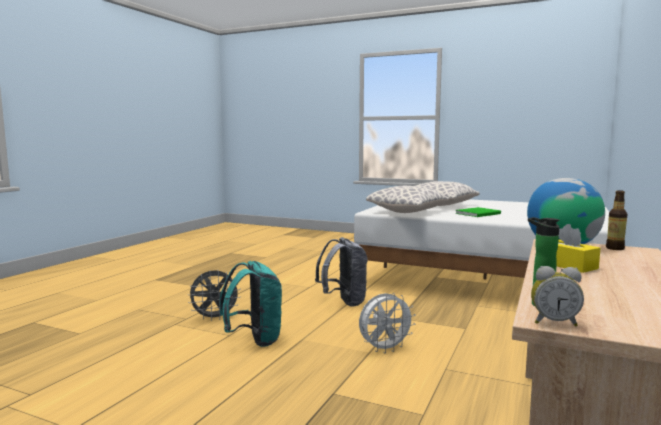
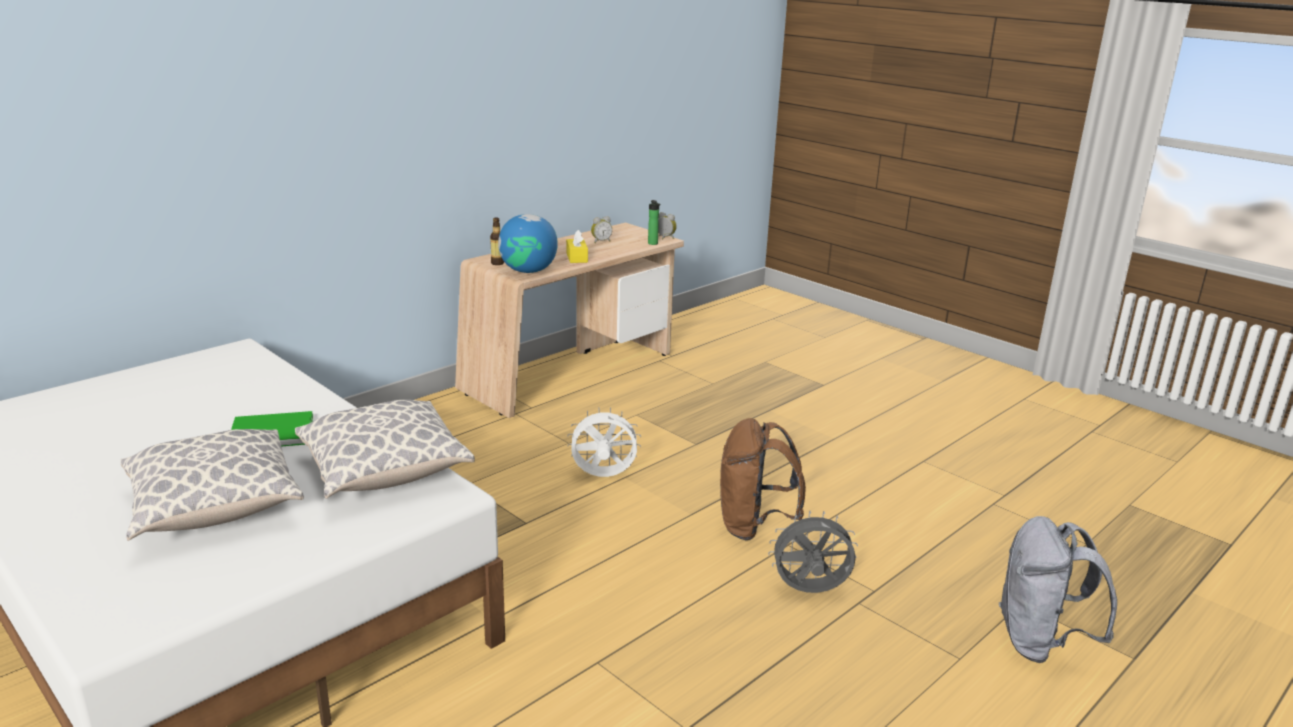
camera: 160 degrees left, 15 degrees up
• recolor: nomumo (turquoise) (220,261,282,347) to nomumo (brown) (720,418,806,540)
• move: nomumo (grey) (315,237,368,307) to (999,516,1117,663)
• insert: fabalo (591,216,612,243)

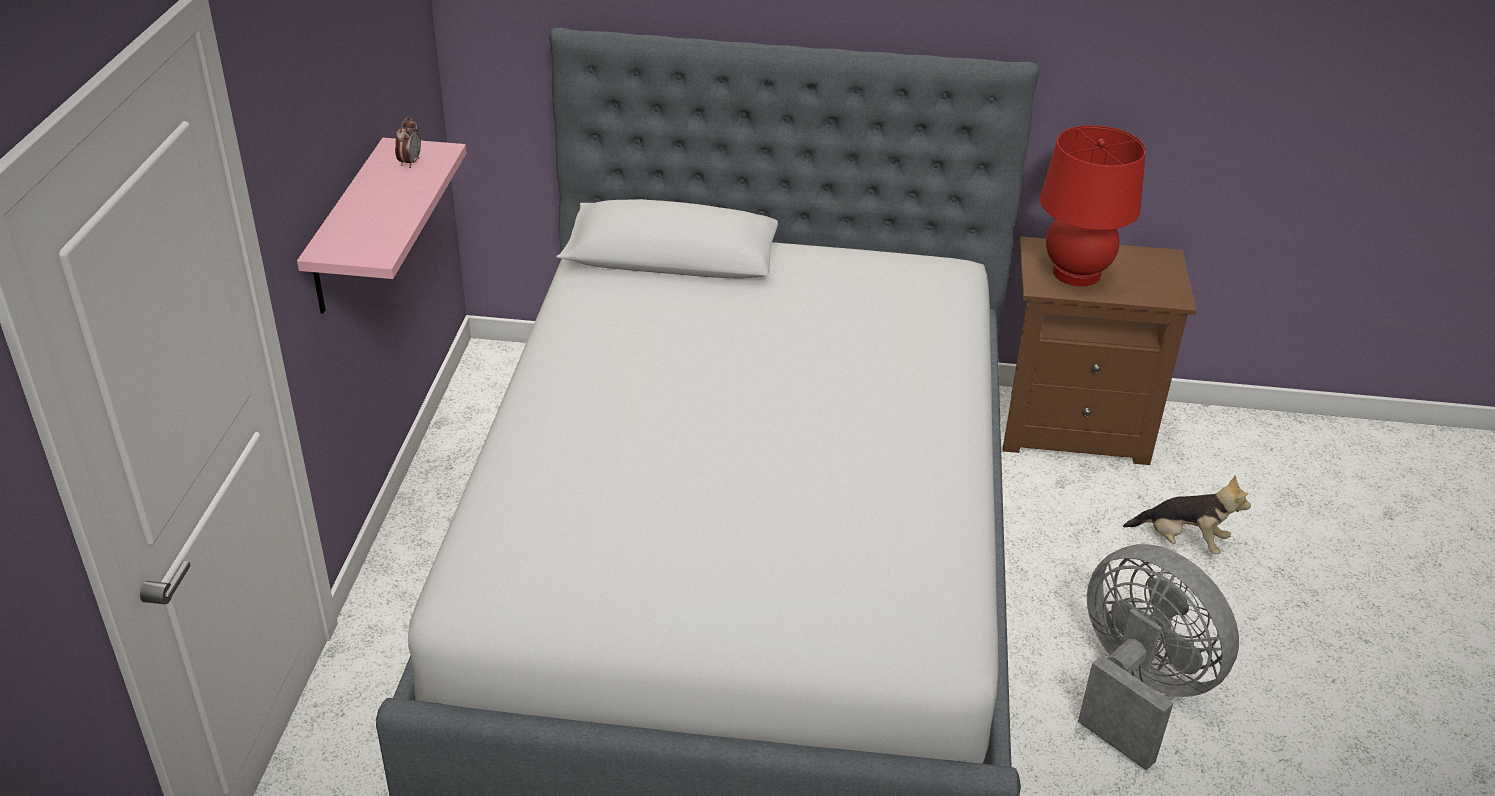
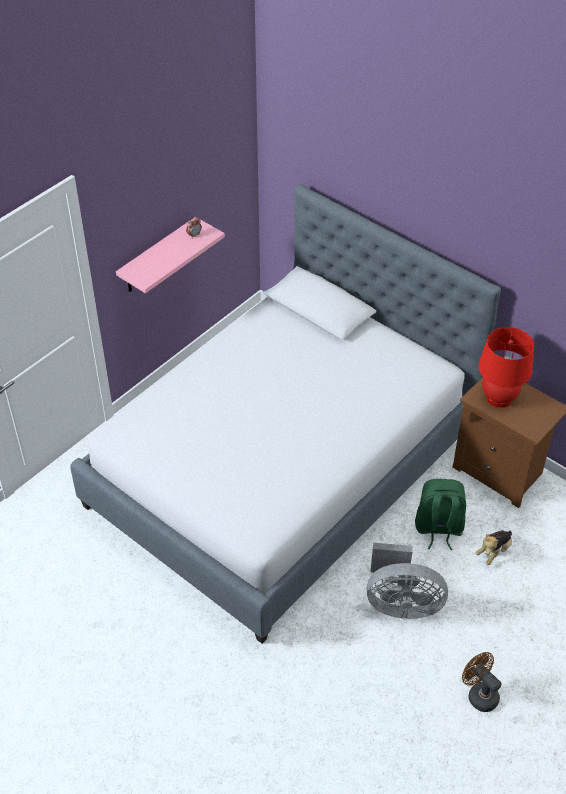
camera: 35 degrees right, 10 degrees up
• rotate: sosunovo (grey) (1078,544,1239,771) = (367,543,448,619) 105 degrees clockwise
• rotate: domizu (1123,475,1251,555) = (475,530,512,565) 75 degrees clockwise
• insert: nomumo (green) (415,479,466,550)
• insert: sosunovo (brown) (462,652,502,712)

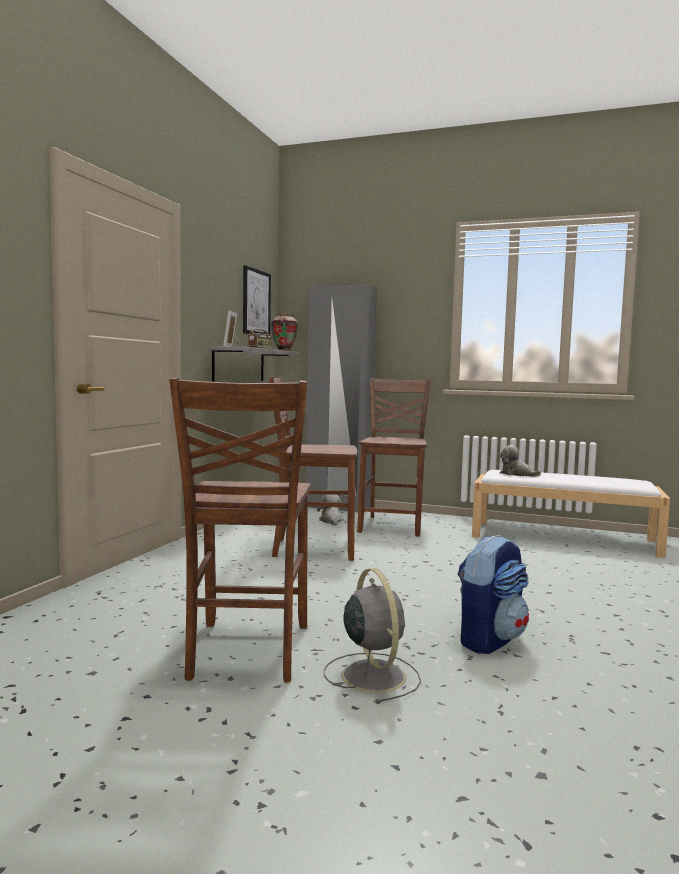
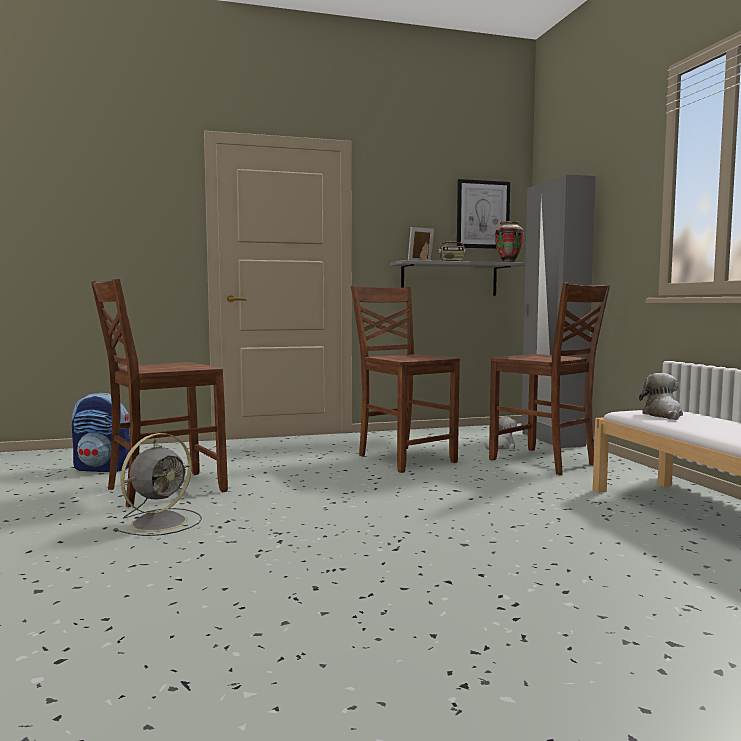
camera: 55 degrees right, 0 degrees up
• rotate: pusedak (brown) (357,378,431,537) = (489,283,610,475) 75 degrees clockwise
• move: nomumo (458,535,529,654) to (72,393,130,472)

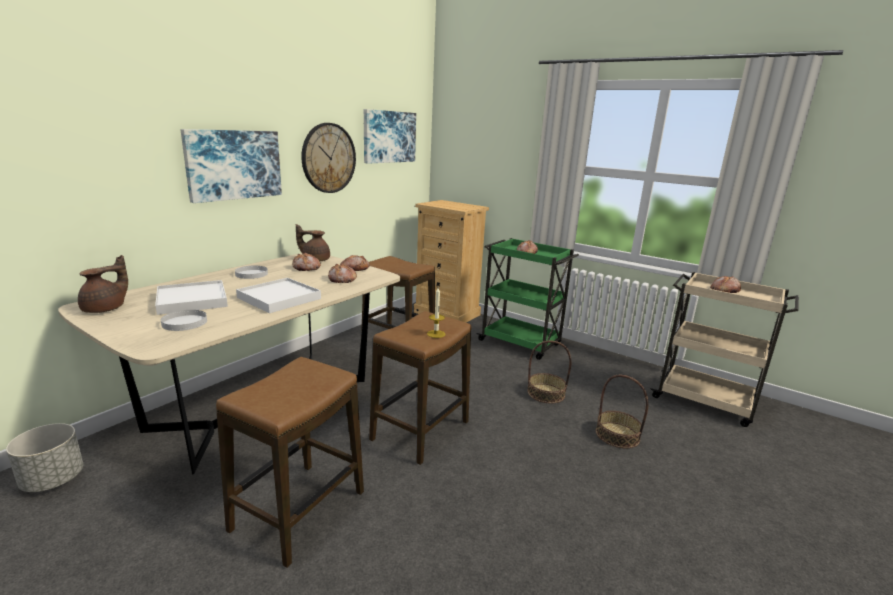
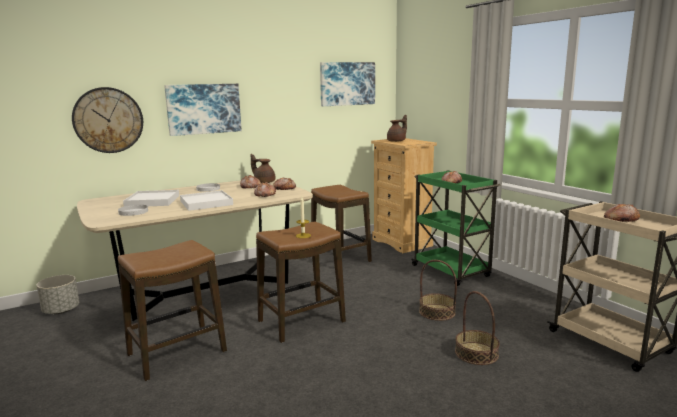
camera: 25 degrees right, 5 degrees down
• move: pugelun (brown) (78,255,128,313) to (387,115,407,142)
• move: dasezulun (301,123,356,193) to (72,87,143,153)

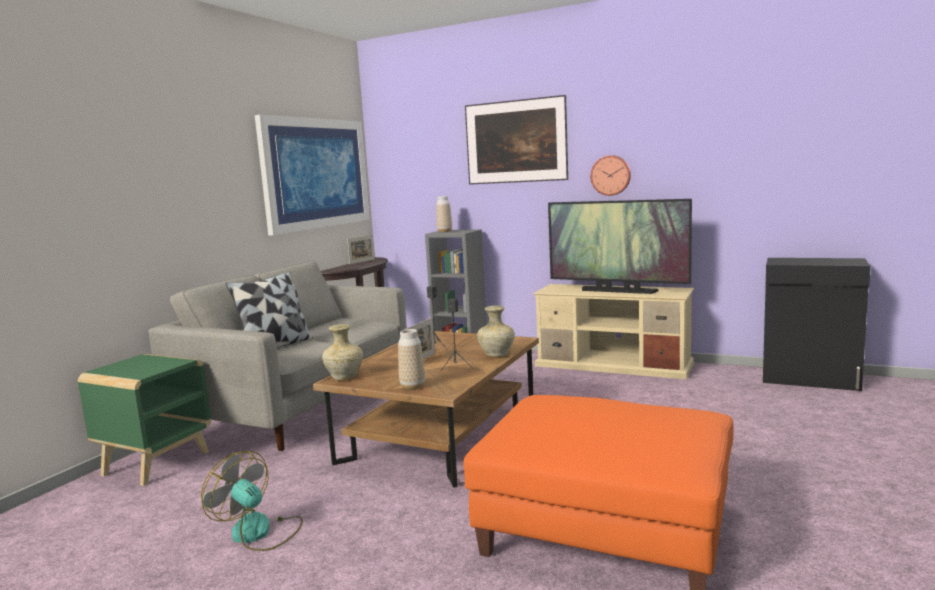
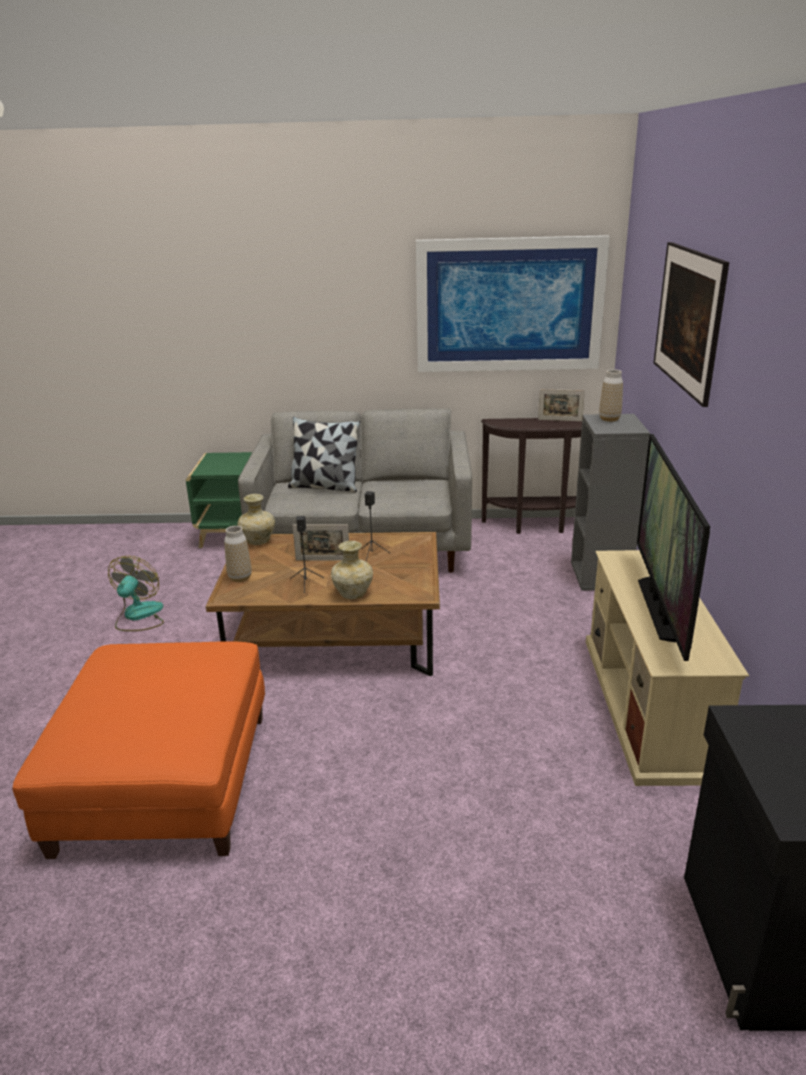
camera: 65 degrees right, 15 degrees up
• delete: dasezulun (590,155,631,196)

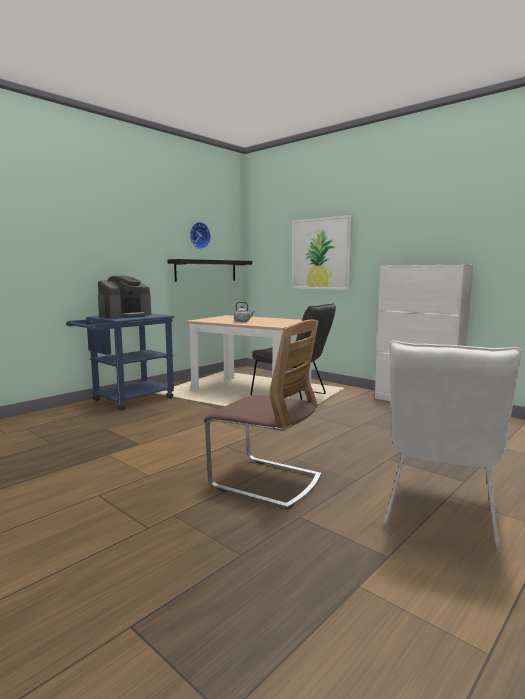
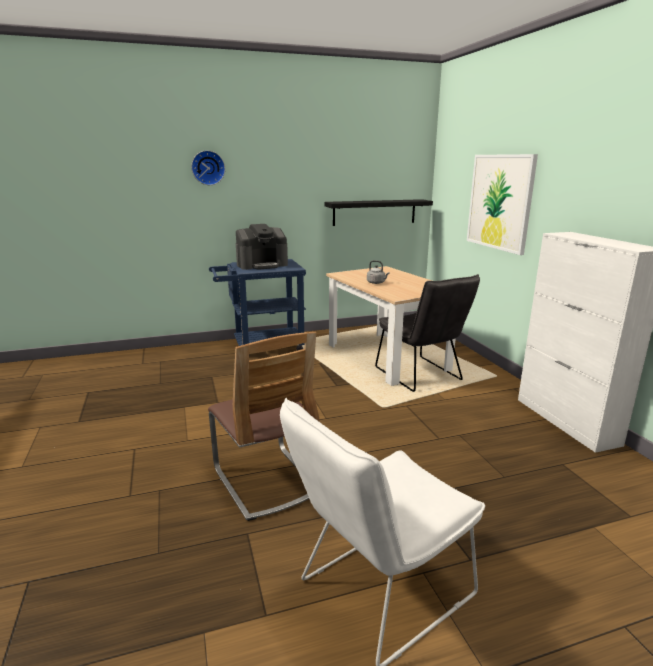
camera: 30 degrees right, 10 degrees up
• move: dasezulun (190,222,211,249) to (191,150,225,185)

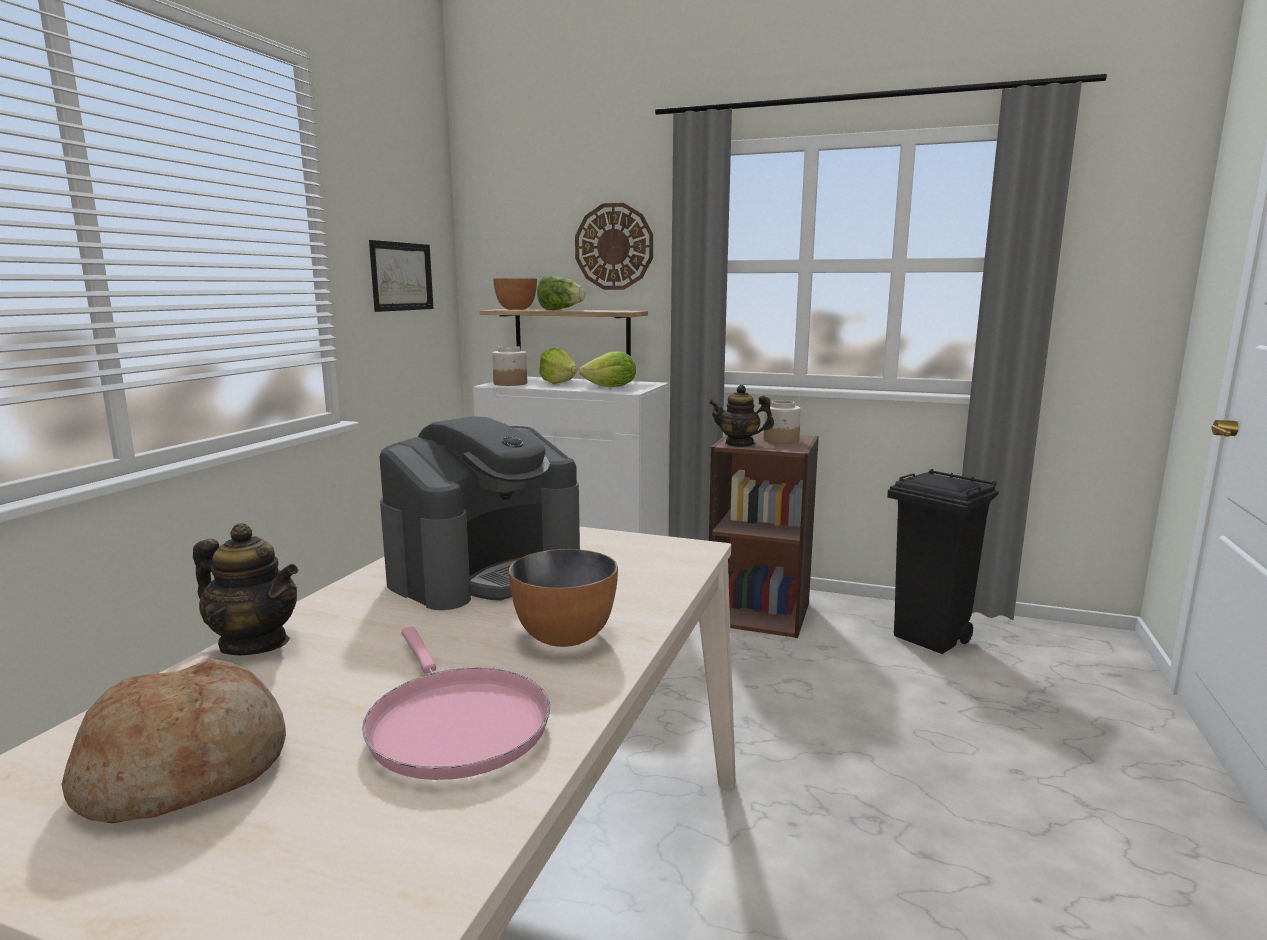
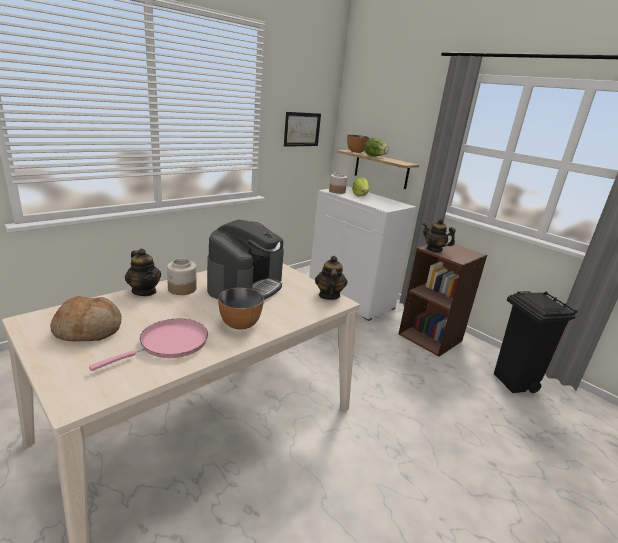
camera: 25 degrees right, 10 degrees up
• rotate: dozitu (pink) (362,627,550,780) = (89,319,208,371) 135 degrees counterclockwise
• rotate: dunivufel (379,416,580,610) = (207,220,284,300) 45 degrees counterclockwise
• delete: dasezulun (575,203,653,290)
• delete: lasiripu (579,351,636,387)
• move: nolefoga (763,400,801,444) to (167,258,197,295)
• insert: pugelun (315,256,348,300)

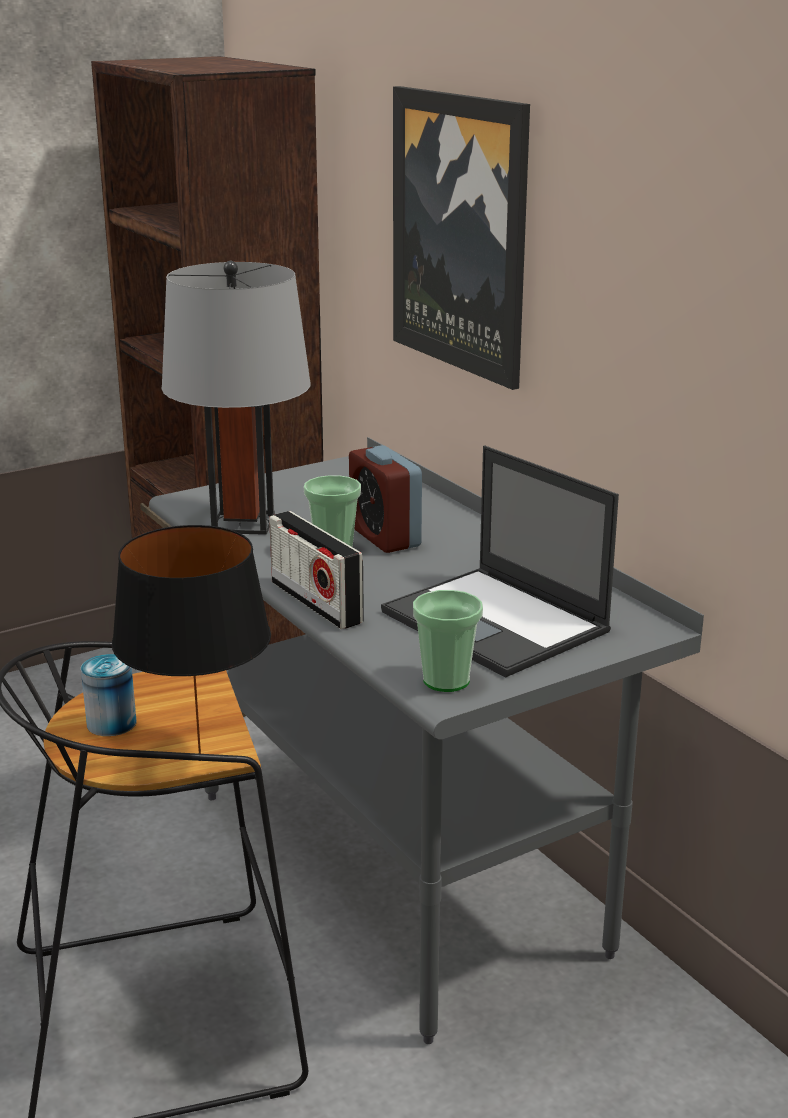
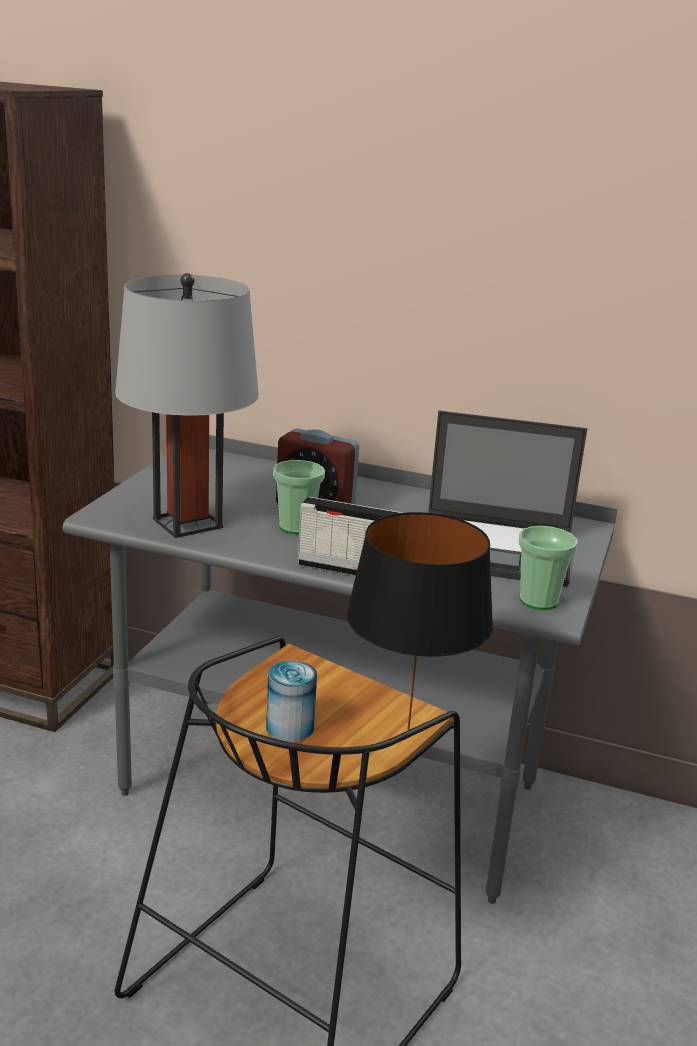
camera: 40 degrees left, 0 degrees up
• delete: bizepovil (393,86,530,390)

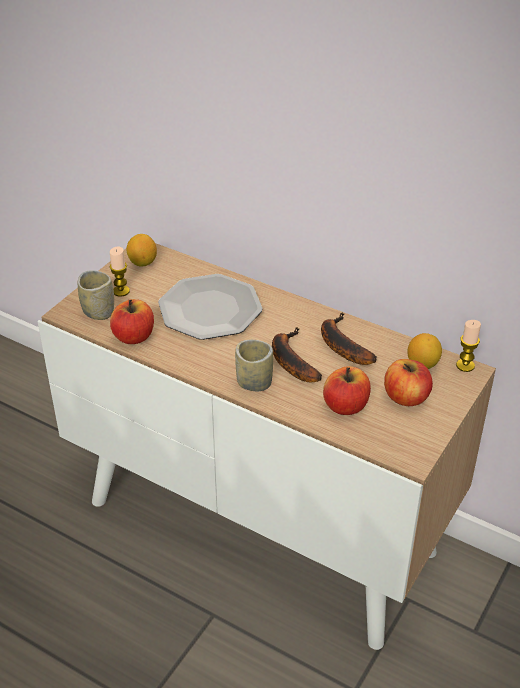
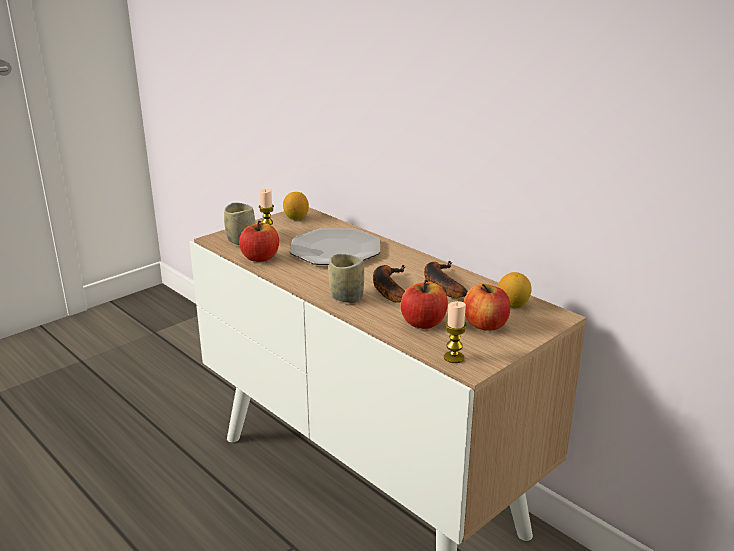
camera: 15 degrees right, 15 degrees down
• move: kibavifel (456,320,481,372) to (444,301,467,363)

